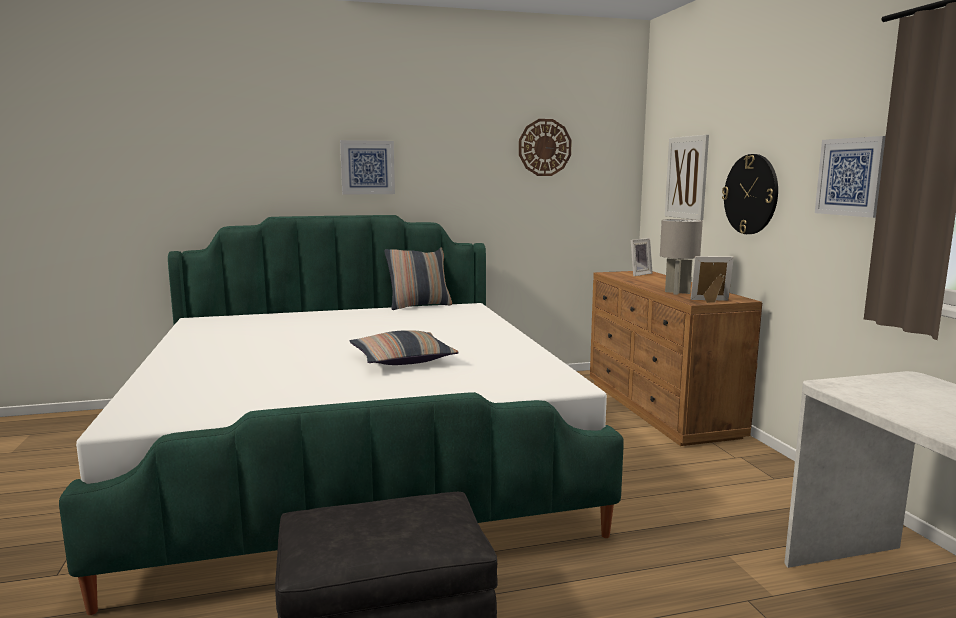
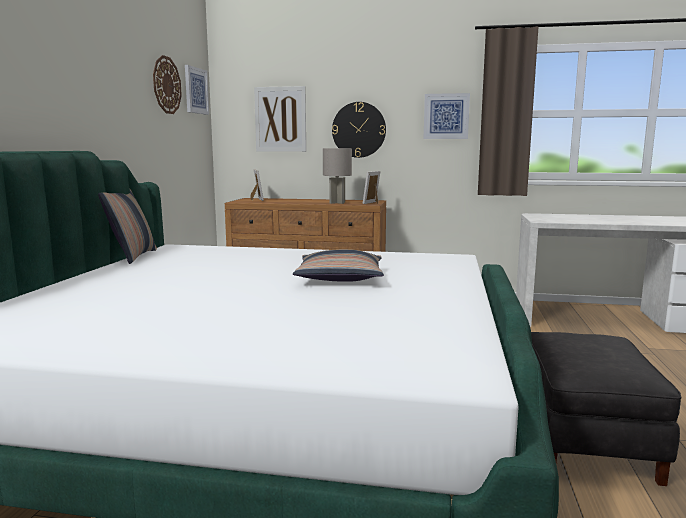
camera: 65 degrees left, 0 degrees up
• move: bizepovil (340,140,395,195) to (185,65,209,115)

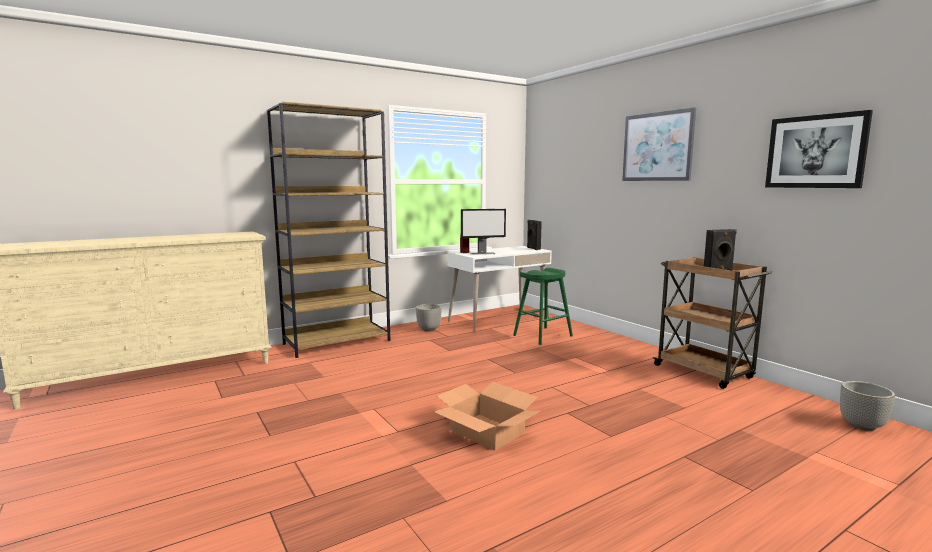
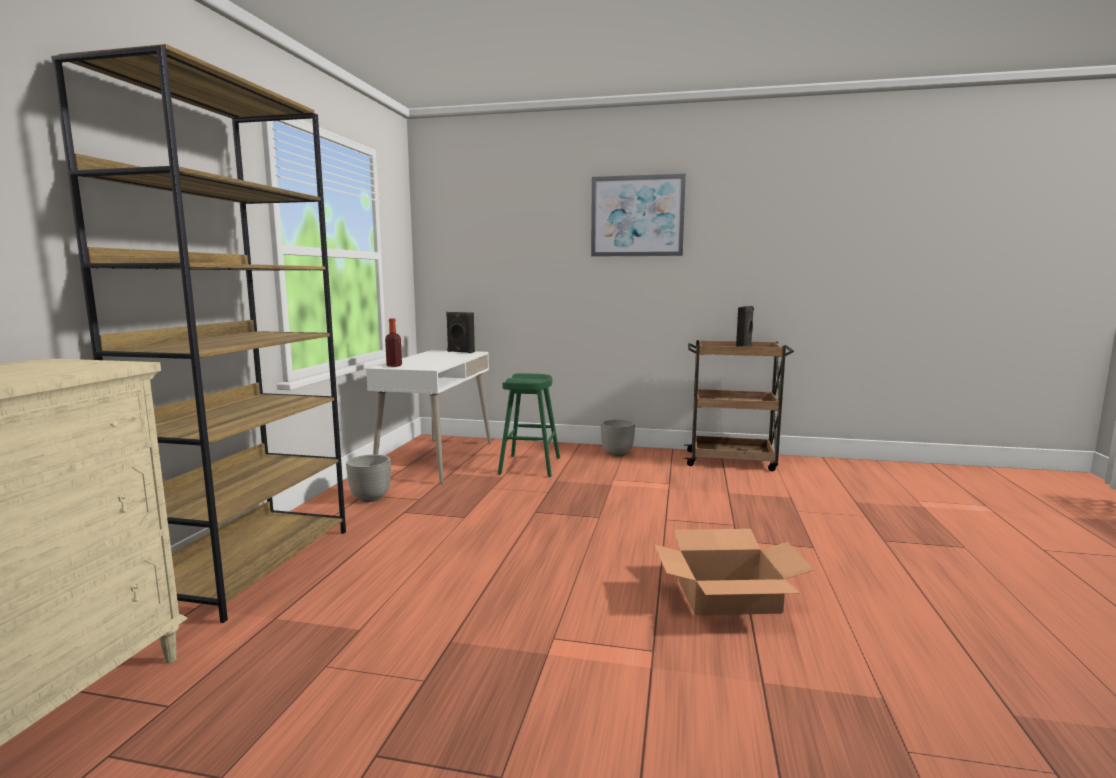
camera: 45 degrees left, 0 degrees up
• delete: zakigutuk (461,209,506,255)
• delete: bizepovil (765,110,873,188)
• move: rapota (840,381,895,431) to (601,419,635,456)

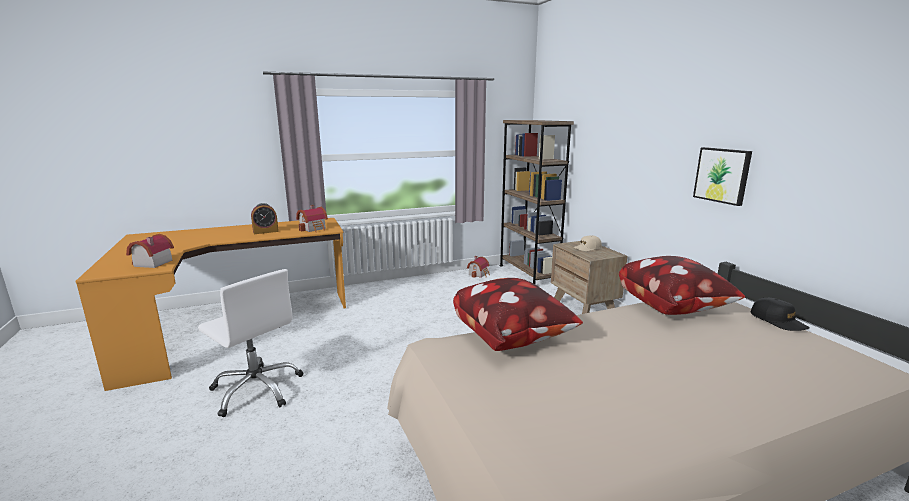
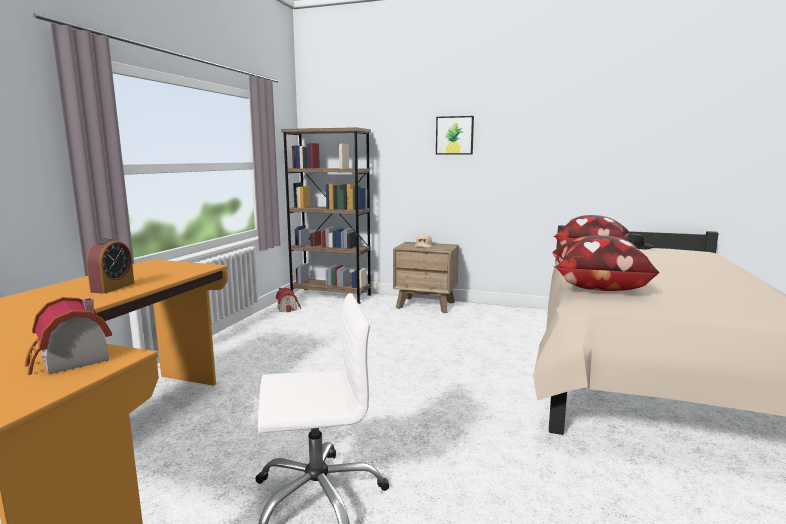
camera: 50 degrees left, 5 degrees down
• delete: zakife (296,205,328,232)
• move: bizepovil (693,147,752,206) to (436,116,474,155)

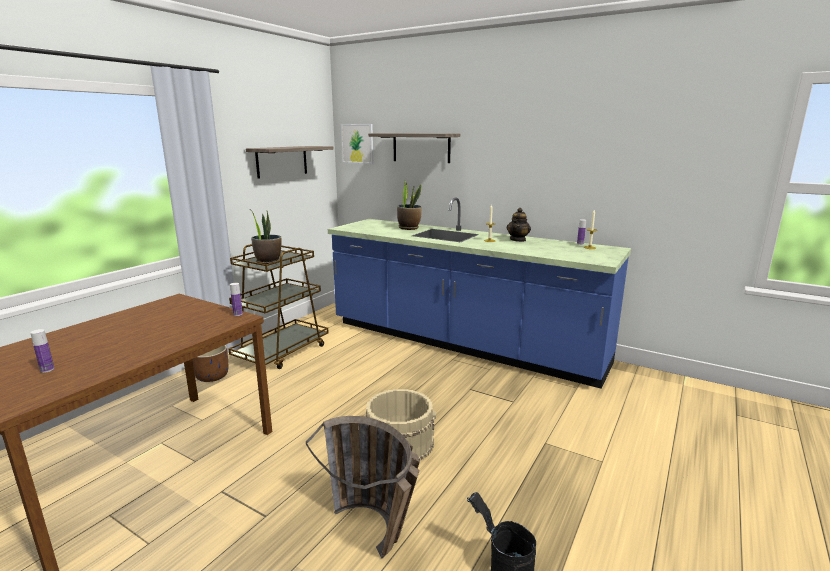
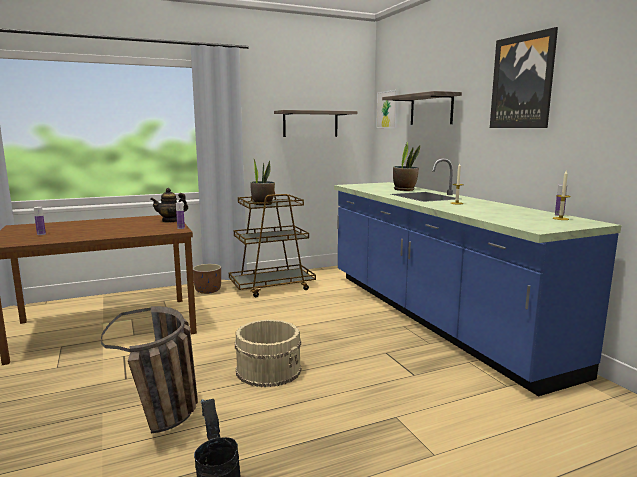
camera: 35 degrees right, 5 degrees down
• move: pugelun (507,208,531,242) to (150,188,188,223)
• insert: bizepovil (490,27,558,128)

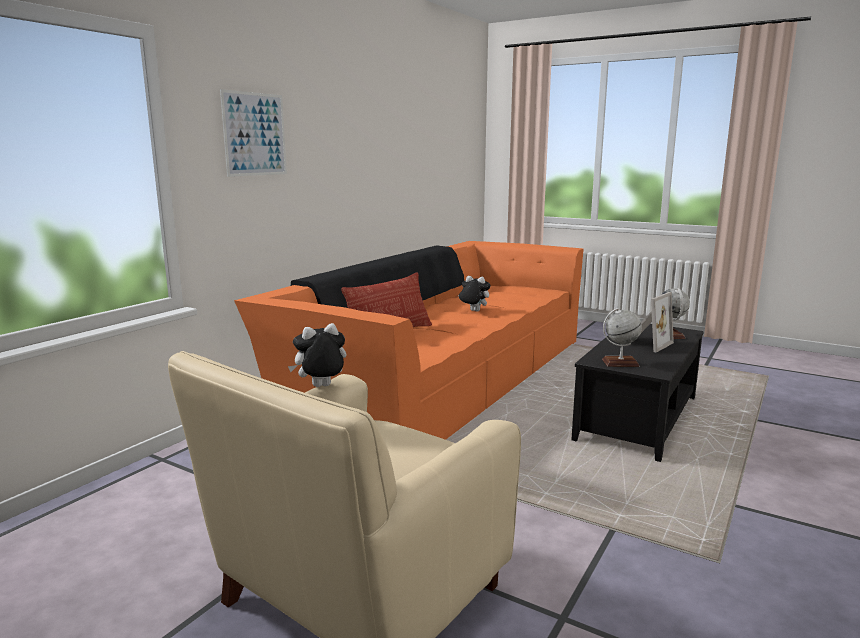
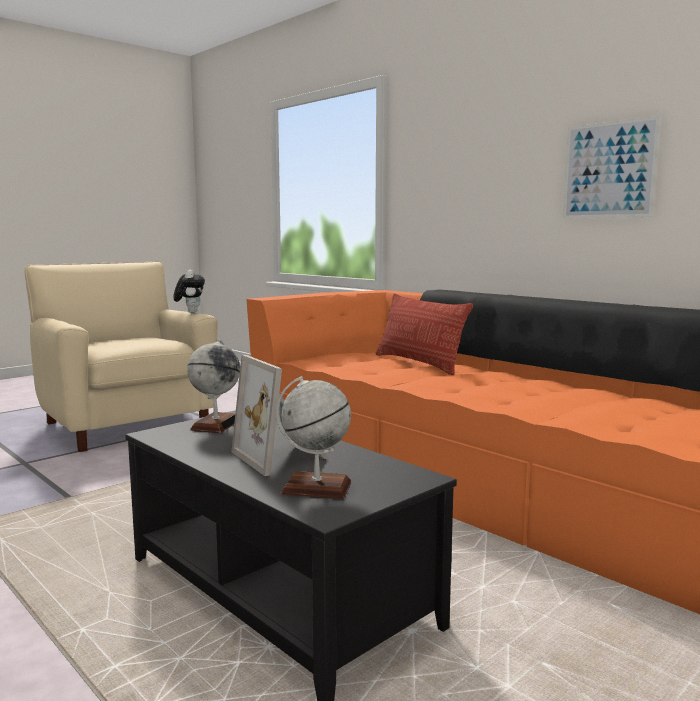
camera: 105 degrees right, 5 degrees down
• move: bizepovil (220,89,287,177) to (563,116,660,219)
• delete: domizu (458,276,490,312)

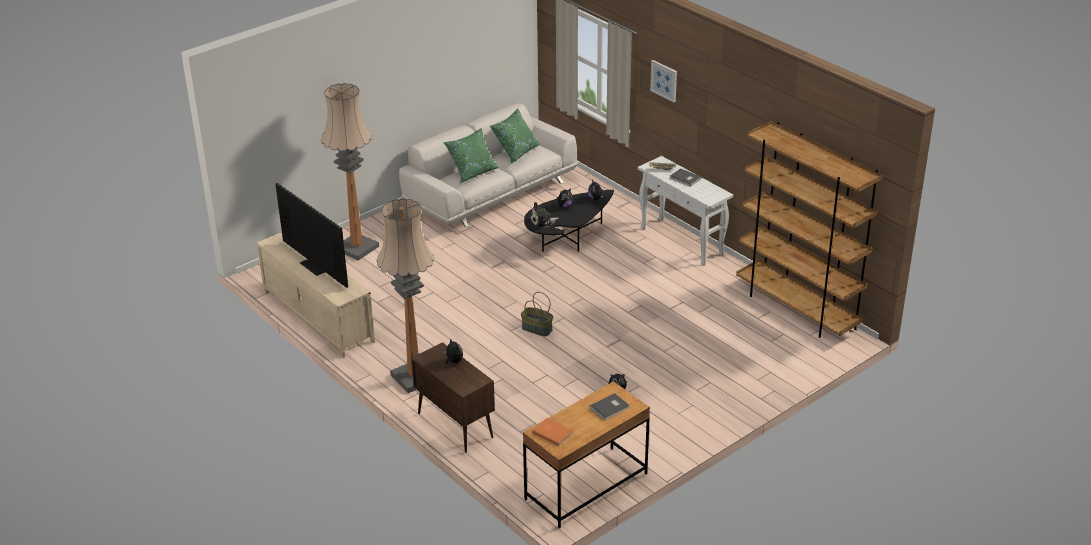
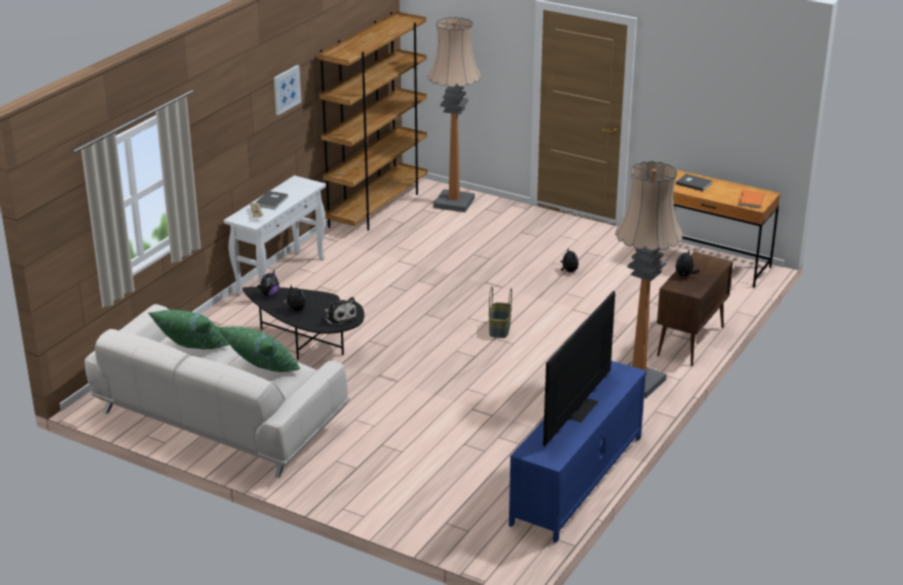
camera: 110 degrees left, 5 degrees down
• recolor: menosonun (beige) (257,232,375,358) to menosonun (blue) (509,361,646,543)
• move: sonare (321,83,379,261) to (428,17,481,212)
• move: bizepovil (650,60,677,103) to (274,65,301,115)

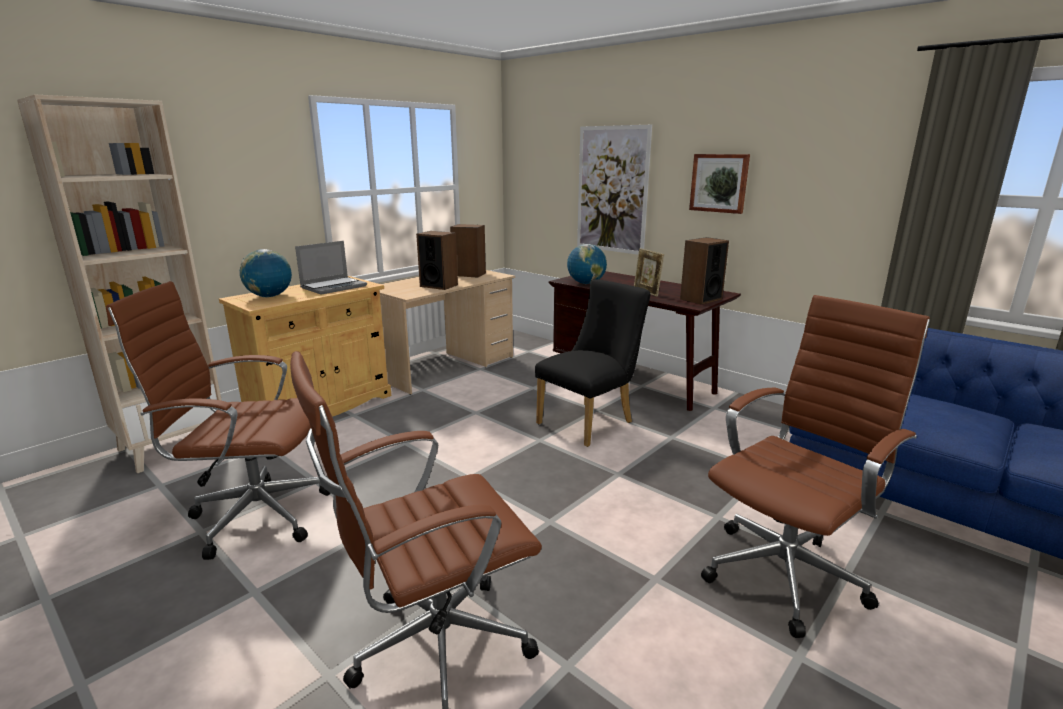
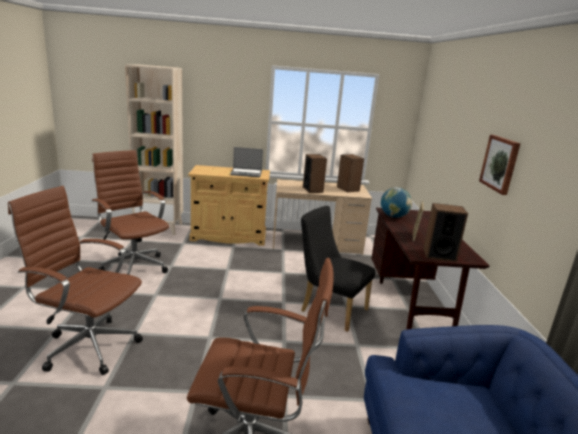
camera: 45 degrees right, 0 degrees up
• delete: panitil (240,249,292,297)
• rotate: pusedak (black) (535,279,651,447) = (301,206,376,332) 150 degrees counterclockwise
• delete: bizepovil (577,125,652,255)

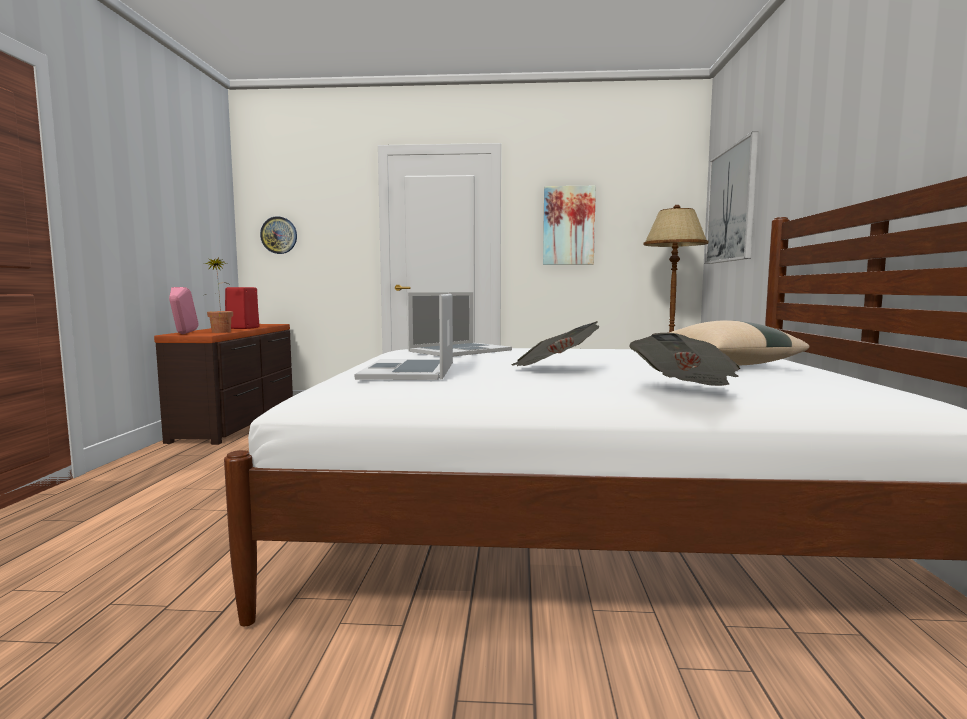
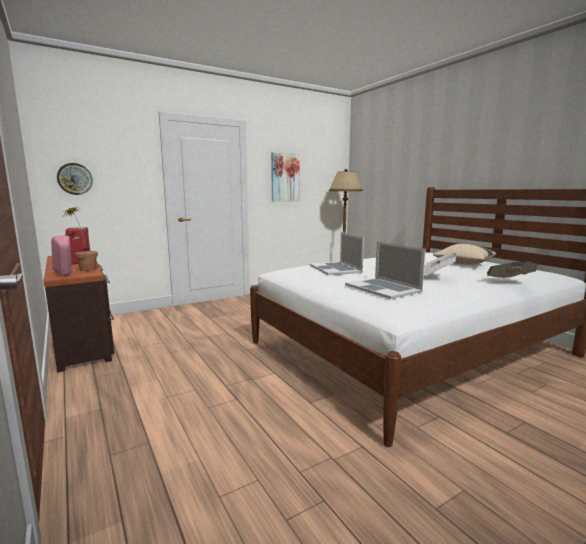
camera: 35 degrees left, 5 degrees up
• rotate: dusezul (408,292,512,356) = (310,232,364,275) 150 degrees clockwise
• delete: bizepovil (705,131,759,264)

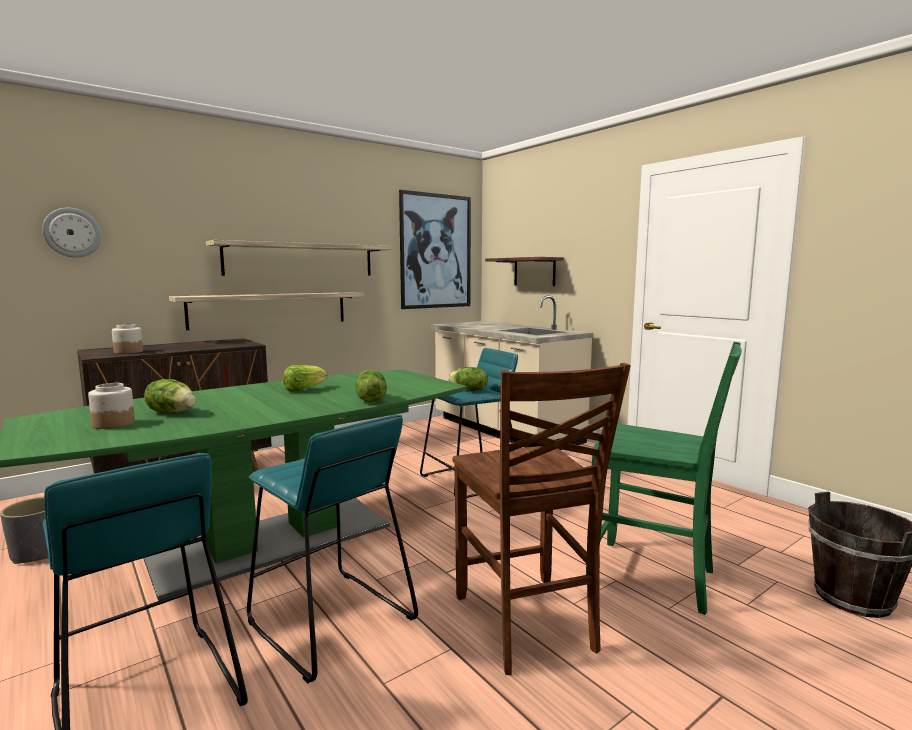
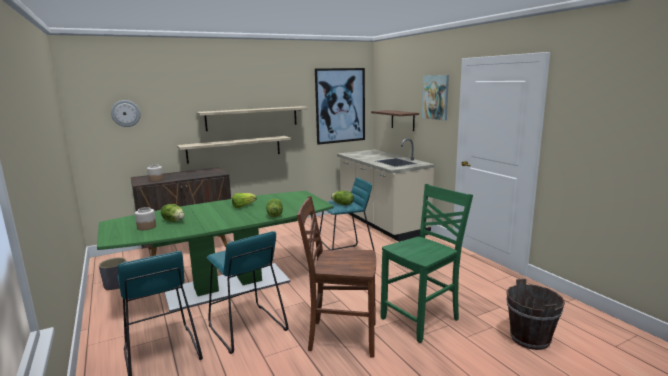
camera: 10 degrees right, 5 degrees up
• rotate: pusedak (brown) (453,363,631,675) = (297,196,376,358) 105 degrees clockwise
• rotate: pusedak (green) (586,342,742,615) = (381,184,473,343) 75 degrees counterclockwise
• insert: bizepovil (422,75,449,120)

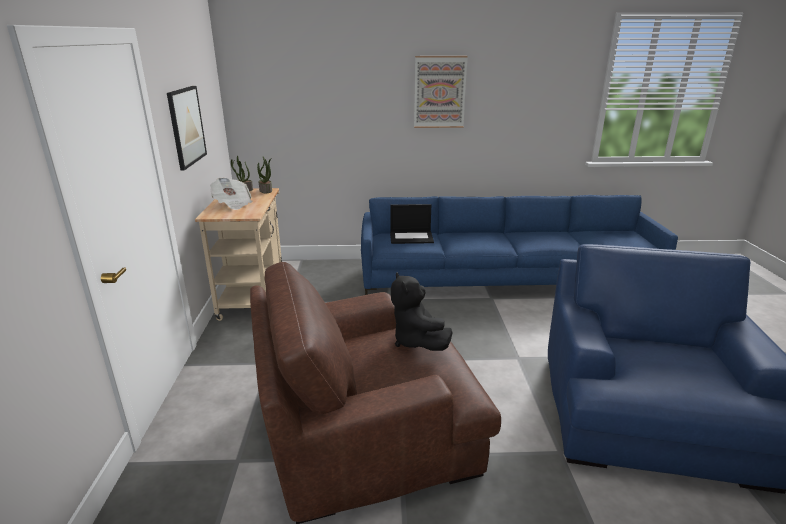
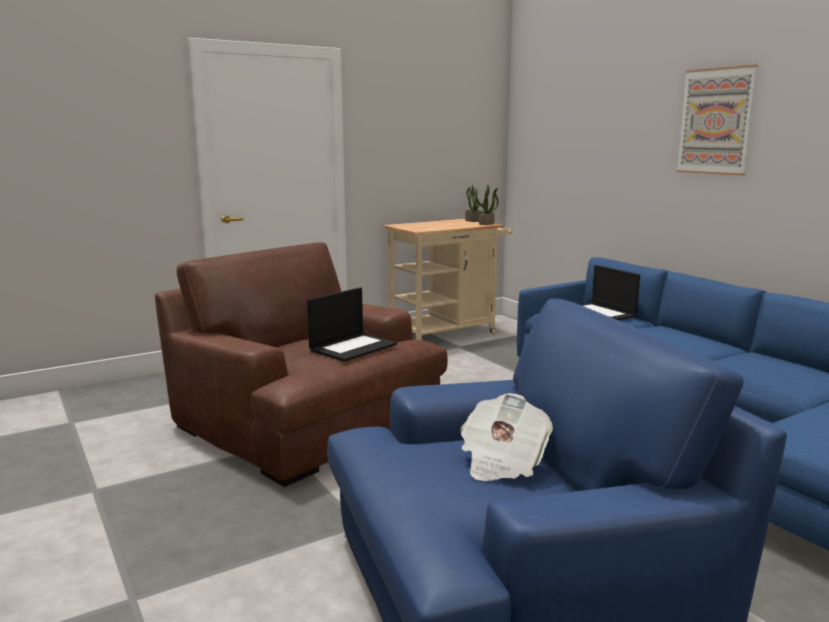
camera: 60 degrees right, 10 degrees down
• delete: bizepovil (167,86,207,171)
• move: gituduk (210,177,253,210) to (460,393,553,481)
• replace: domizu (black) (391,272,453,351) to dusezul (307,287,397,362)

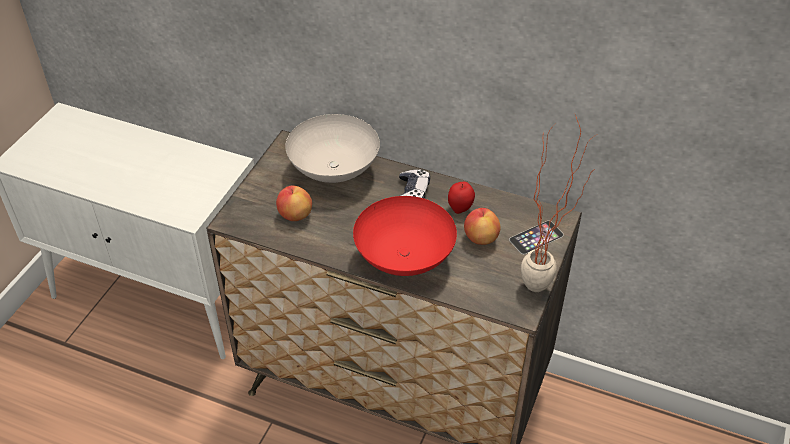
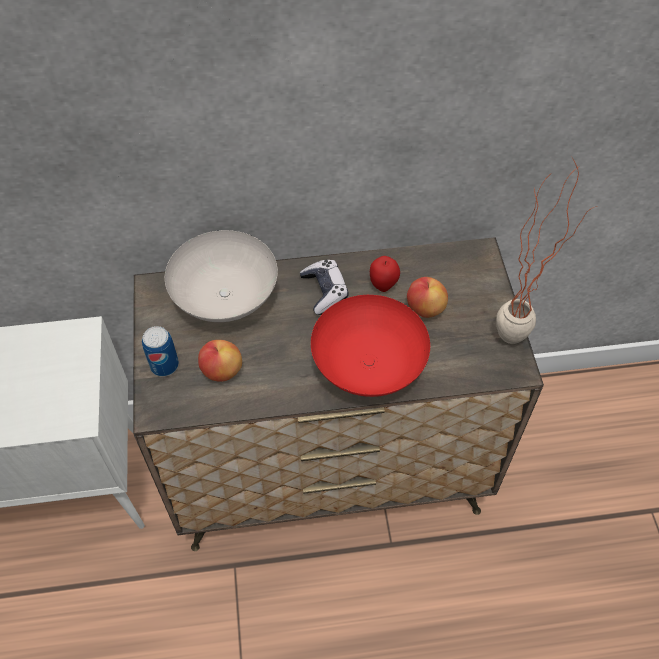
camera: 30 degrees left, 10 degrees up
• delete: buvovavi (509,221,564,255)
• insert: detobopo (142,326,179,377)

